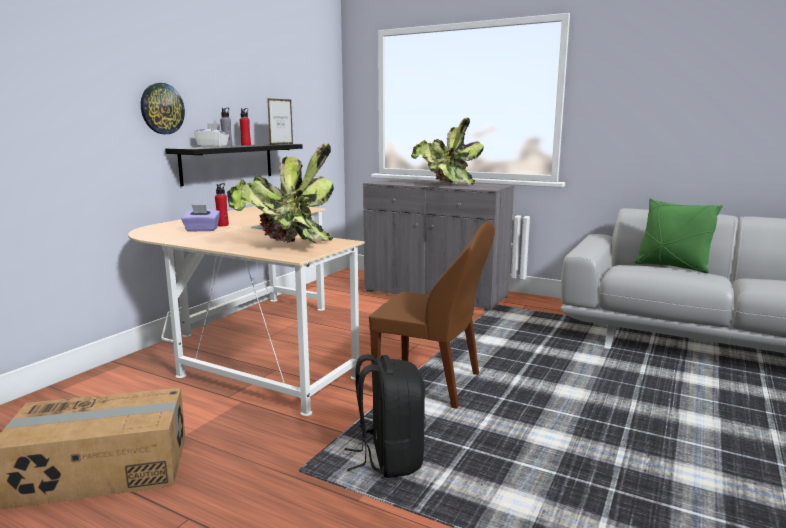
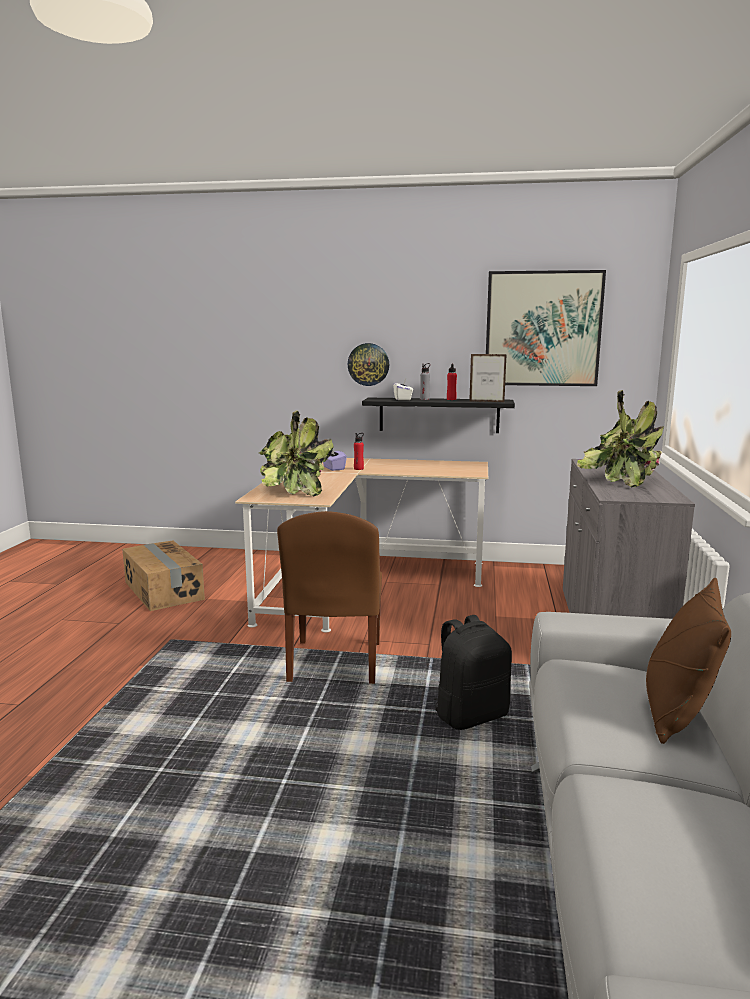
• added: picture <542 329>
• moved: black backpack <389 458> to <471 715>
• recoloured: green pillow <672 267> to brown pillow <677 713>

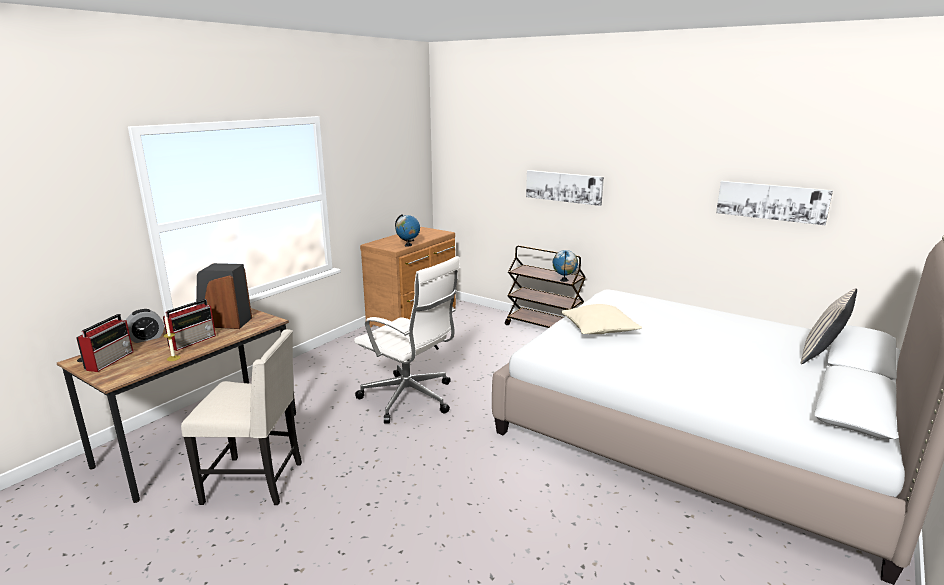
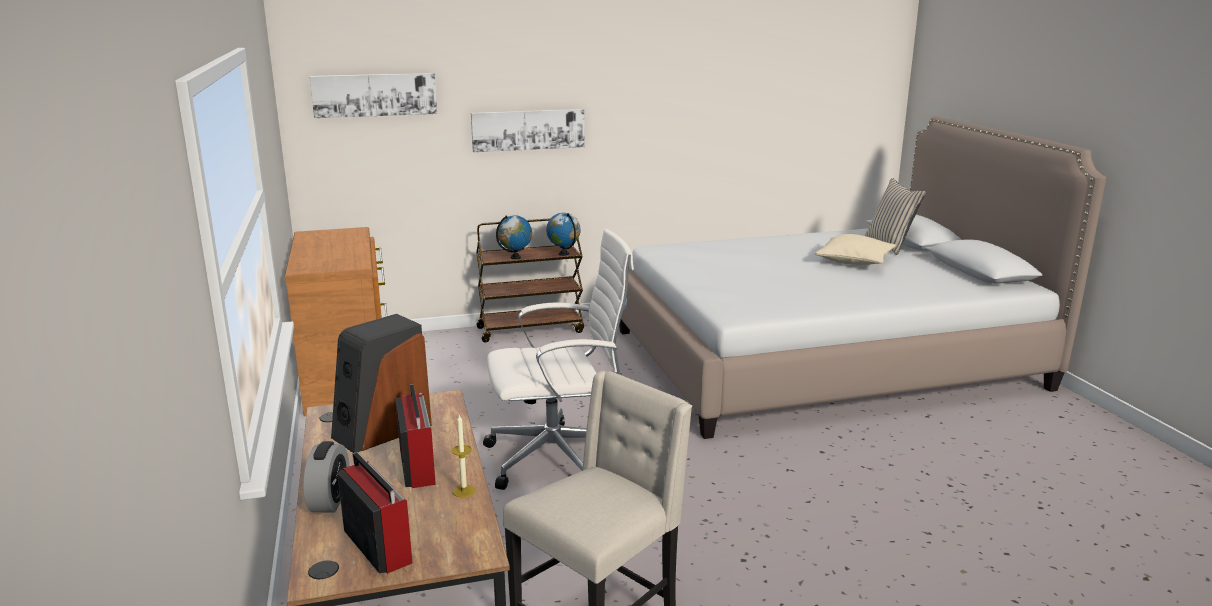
• moved: globe <408 245> to <515 257>
• moved: beige pillow <599 329> to <854 261>
• moved: picture <771 201> to <374 95>

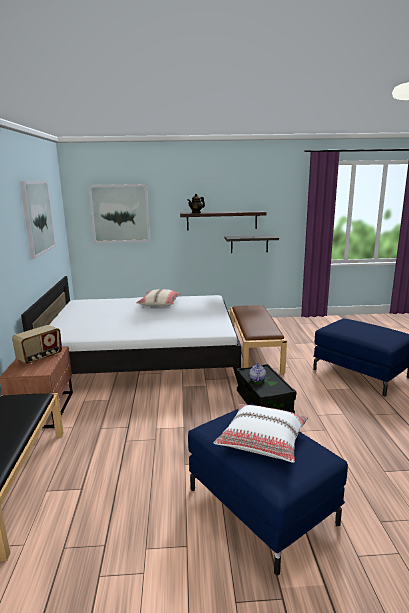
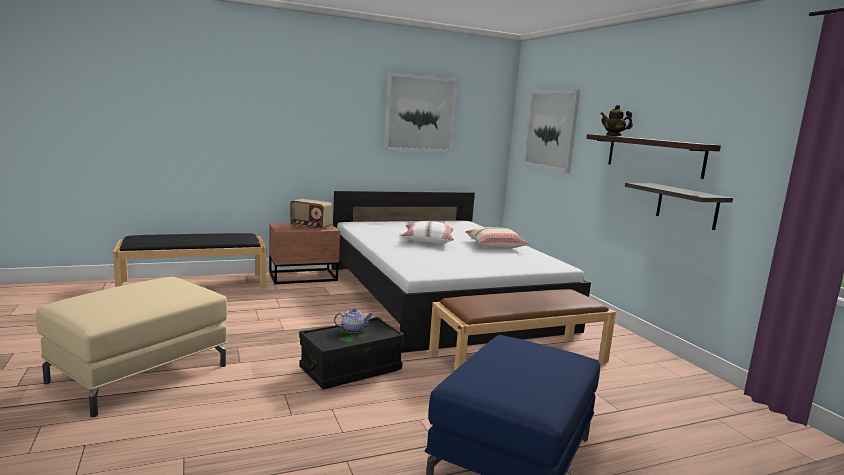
• moved: white pillow <262 440> to <427 240>
• recoloured: blue ottoman <260 505> to beige ottoman <140 373>

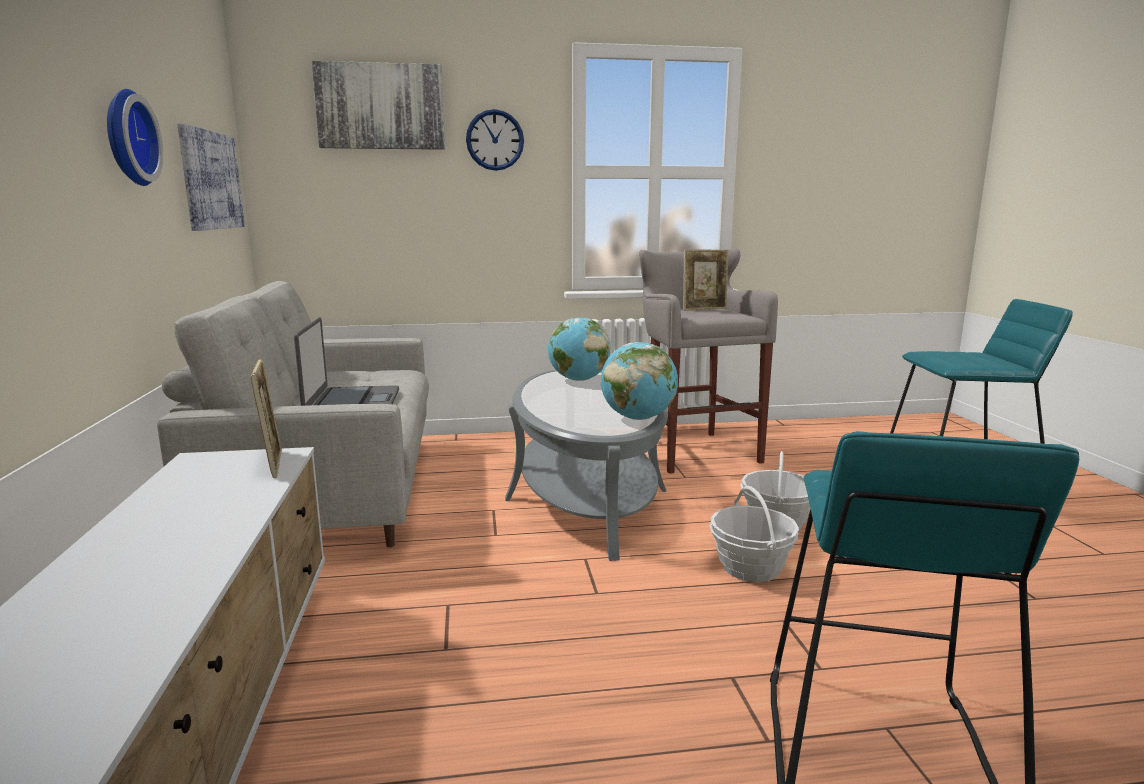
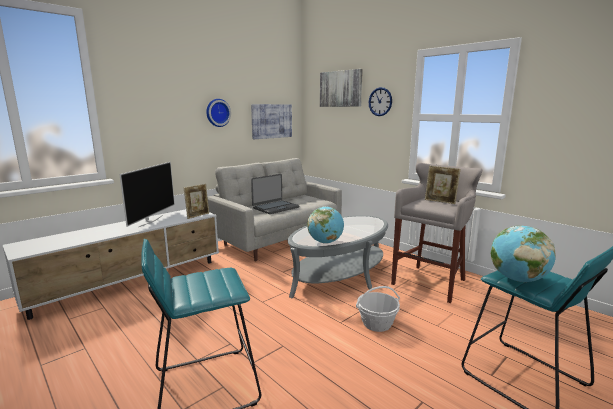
• removed: basket <750 568>
• added: television <150 221>
• moved: globe <578 380> to <517 279>

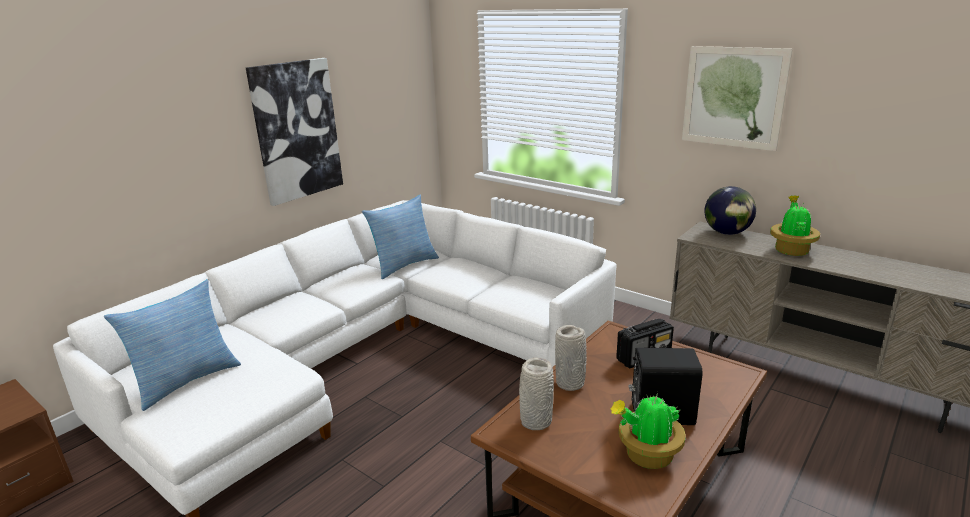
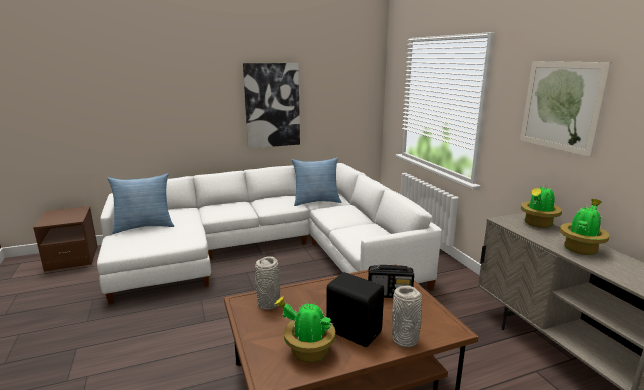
• moved: grey vase <571 383> to <406 340>
• replaced: globe <727 233> to potted plant <537 224>

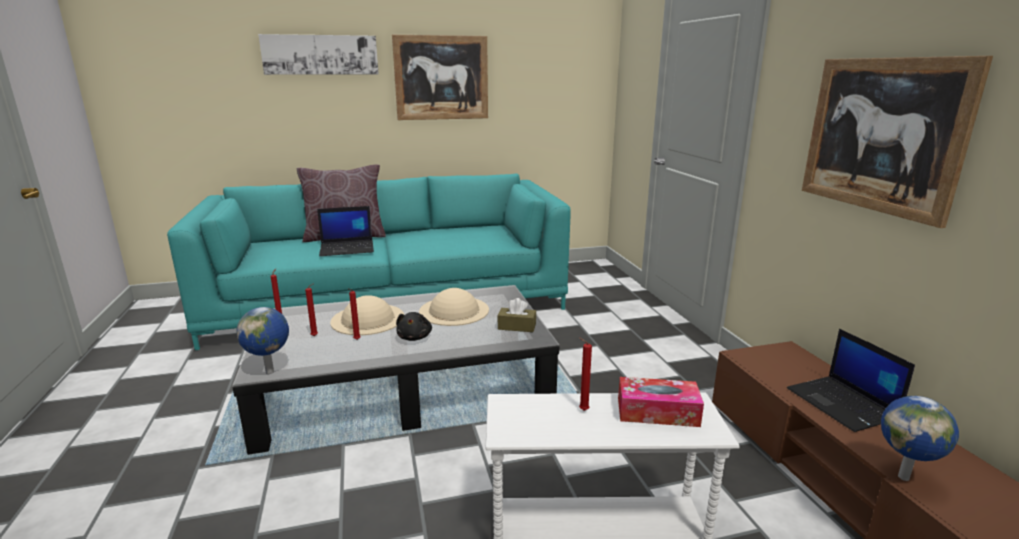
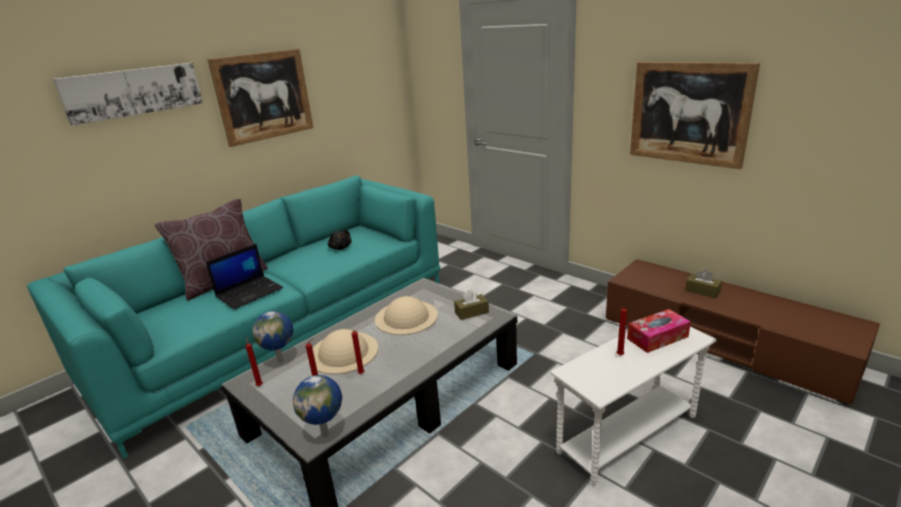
• moved: black plush toy <415 337> to <340 247>
• moved: globe <904 477> to <281 361>
• replaced: laptop <843 404> to brown tissue box <702 291>

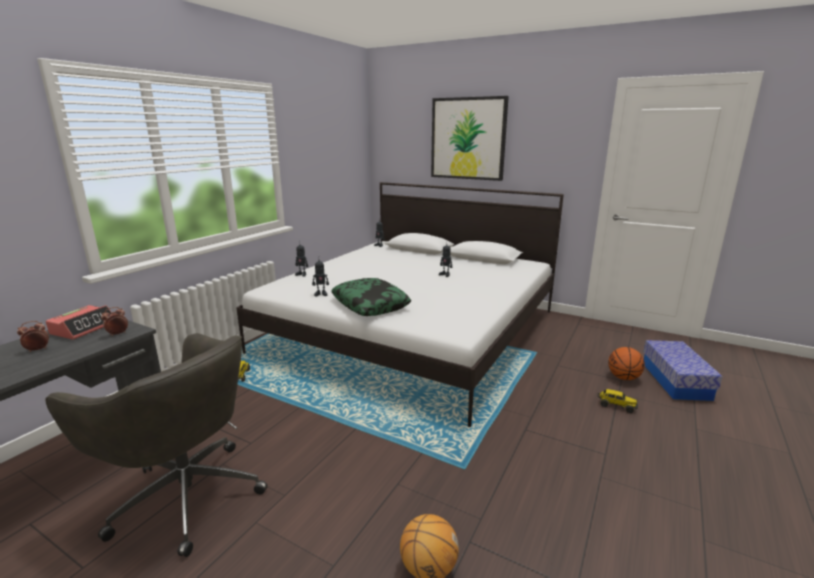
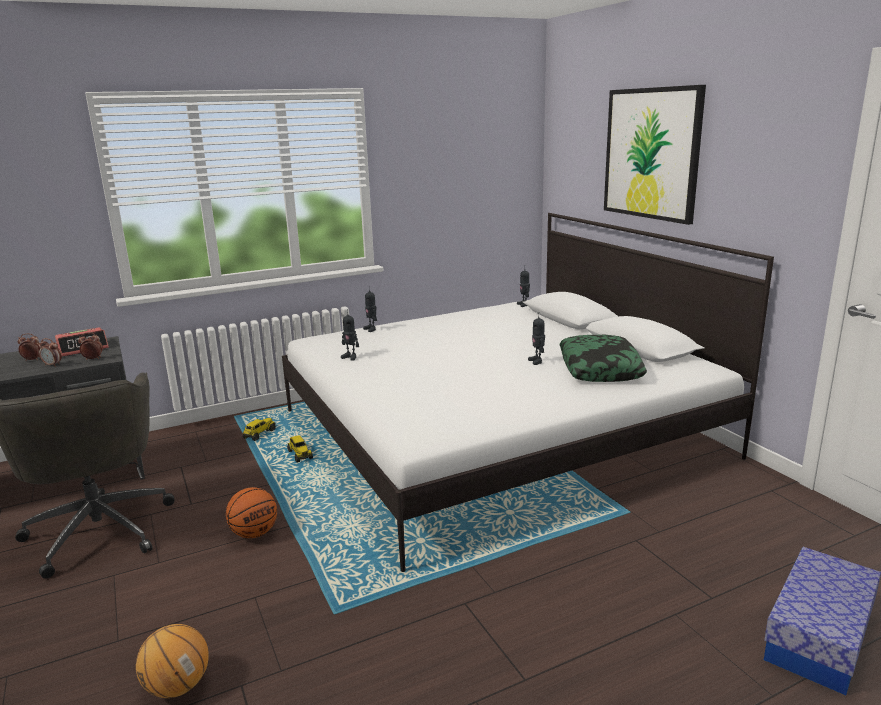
• added: alarm clock <53 365>
• moved: pillow <370 304> to <600 368>
• moved: toy truck <616 406> to <300 455>
• moved: basketball <623 377> to <254 533>

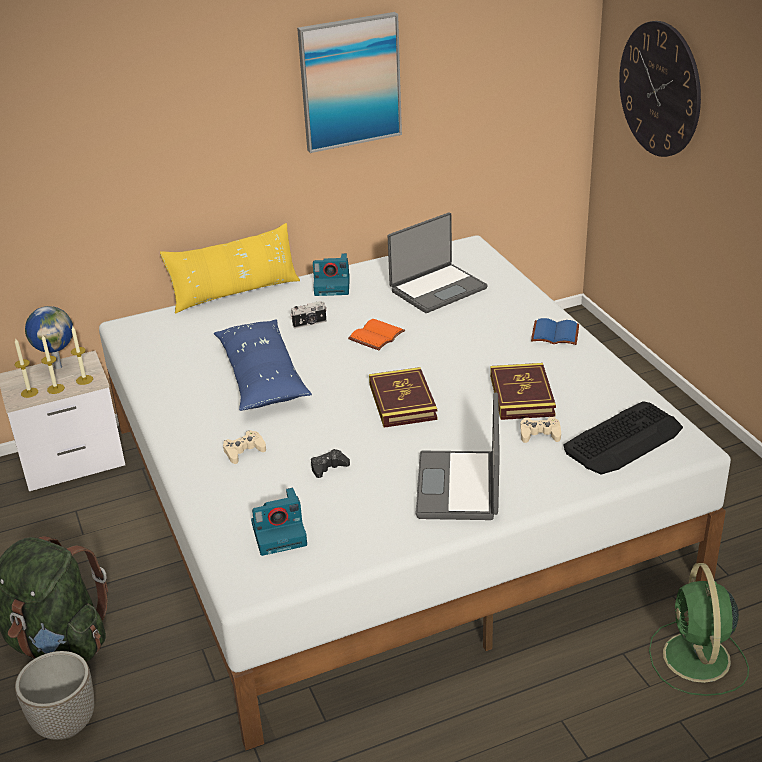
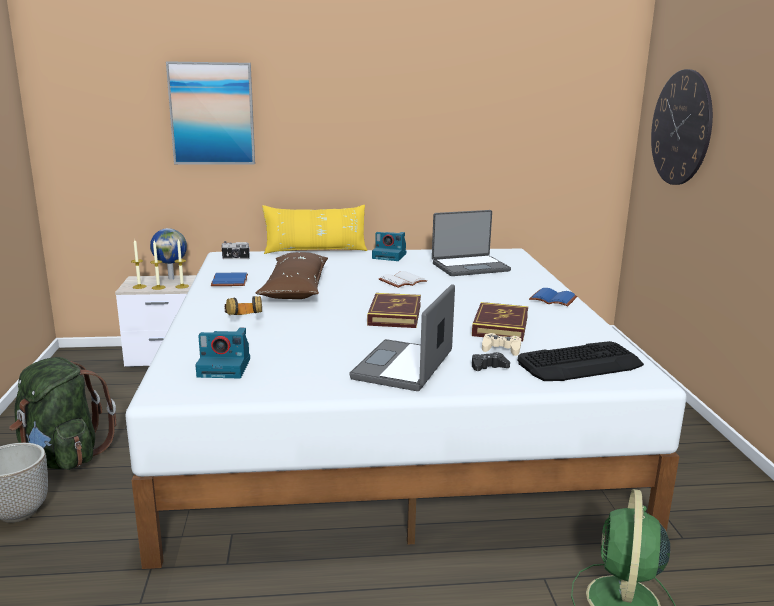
• added: blue book <228 281>
• moved: photo camera <310 324> to <236 258>
• moved: picture <350 82> to <212 114>
• moved: black game controller <328 467> to <488 367>
• replaced: beige game controller <244 451> to headphones <244 320>
• recoloured: blue pillow <261 377> to brown pillow <295 288>
• recoloured: orange book <377 337> to white book <403 282>

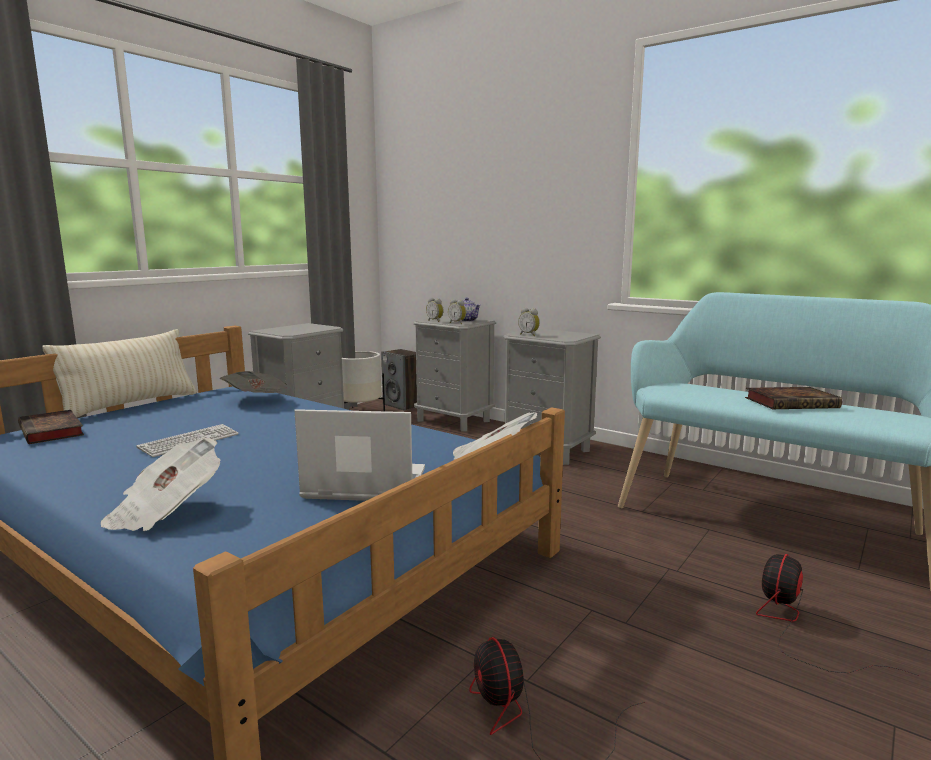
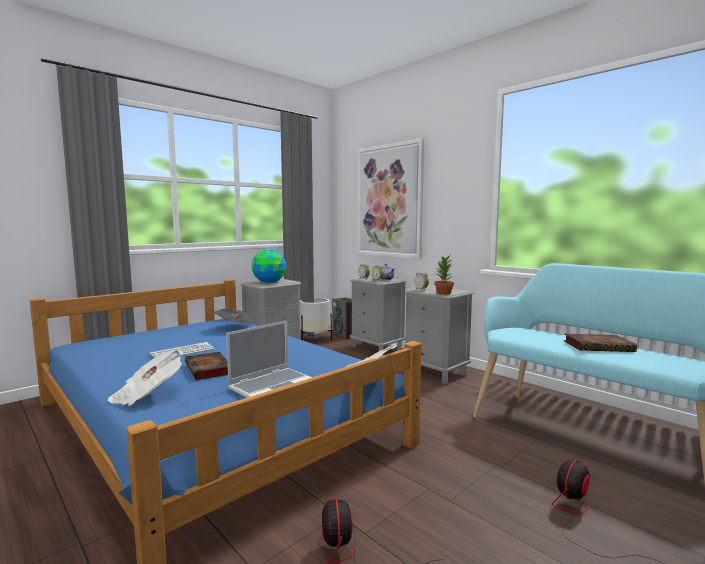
• removed: beige pillow <130 405>
• added: globe <269 282>
• added: picture <389 201>
• added: potted plant <443 293>
• moved: book <52 432> to <209 369>
• turned: laptop <363 485> = <274 386> 120 degrees clockwise

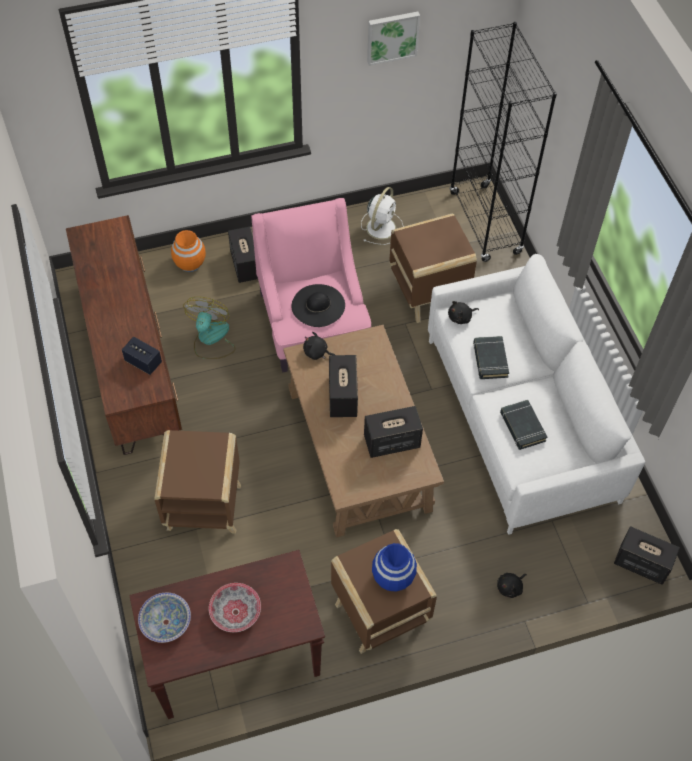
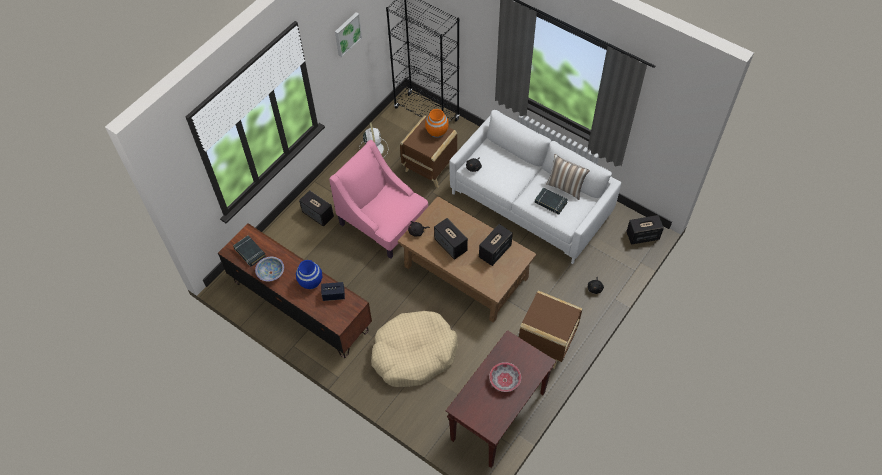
• removed: fan <211 339>
• removed: black hat <318 305>
• added: pillow <565 187>
• moved: bowl <166 622> to <271 272>
• moved: orange vase <190 263> to <437 131>
• moved: blue vase <393 577> to <311 282>
• moved: black book <490 360> to <249 252>
• replaced: brown side table <205 507> to beige dog bed <414 354>

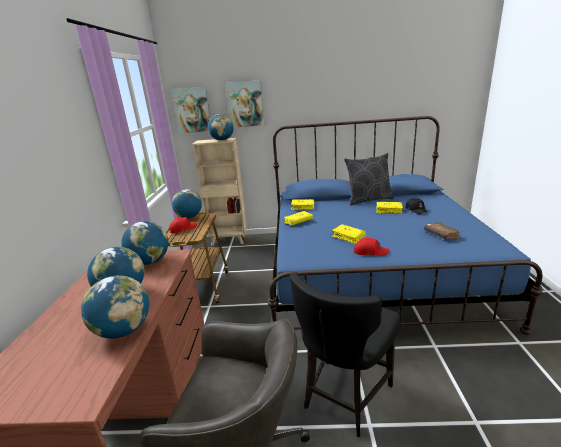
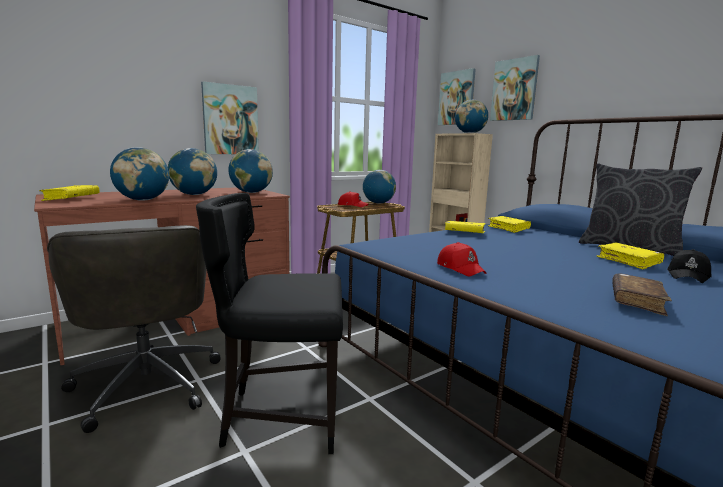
• added: picture <230 120>
• moved: yellow book <348 237> to <72 199>

